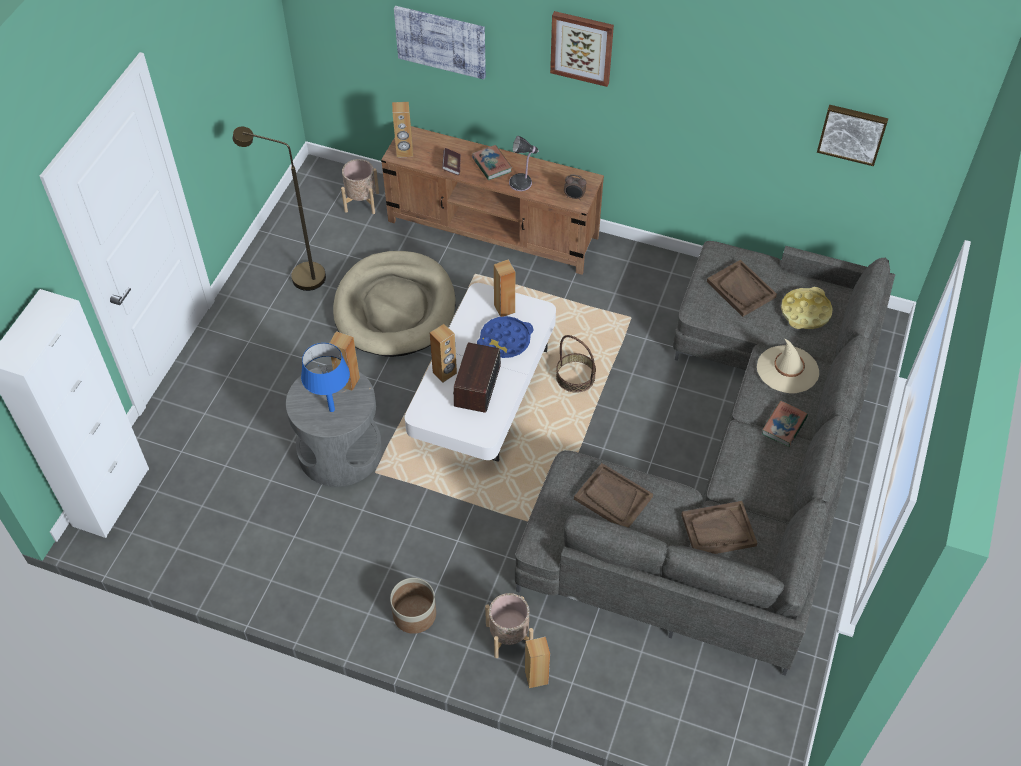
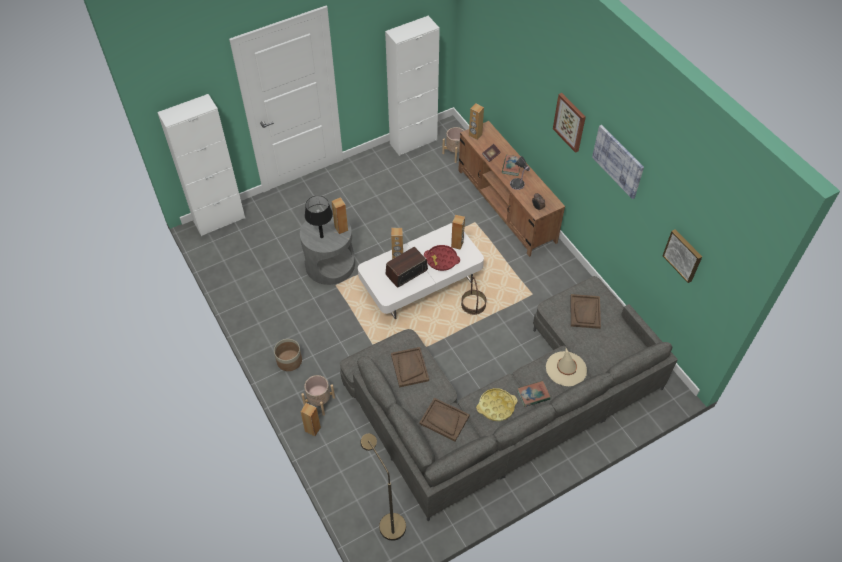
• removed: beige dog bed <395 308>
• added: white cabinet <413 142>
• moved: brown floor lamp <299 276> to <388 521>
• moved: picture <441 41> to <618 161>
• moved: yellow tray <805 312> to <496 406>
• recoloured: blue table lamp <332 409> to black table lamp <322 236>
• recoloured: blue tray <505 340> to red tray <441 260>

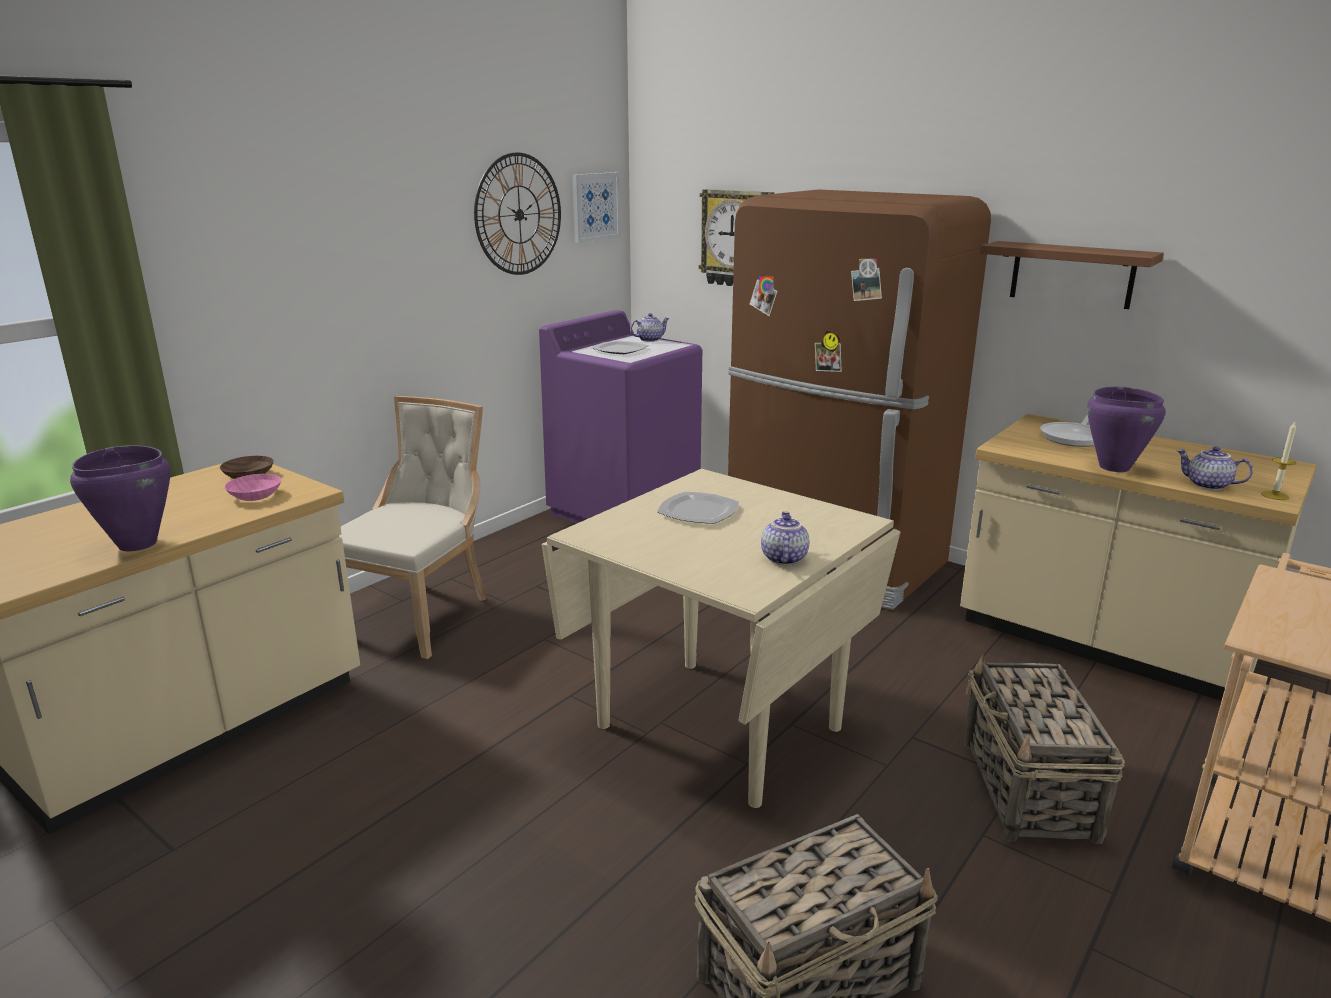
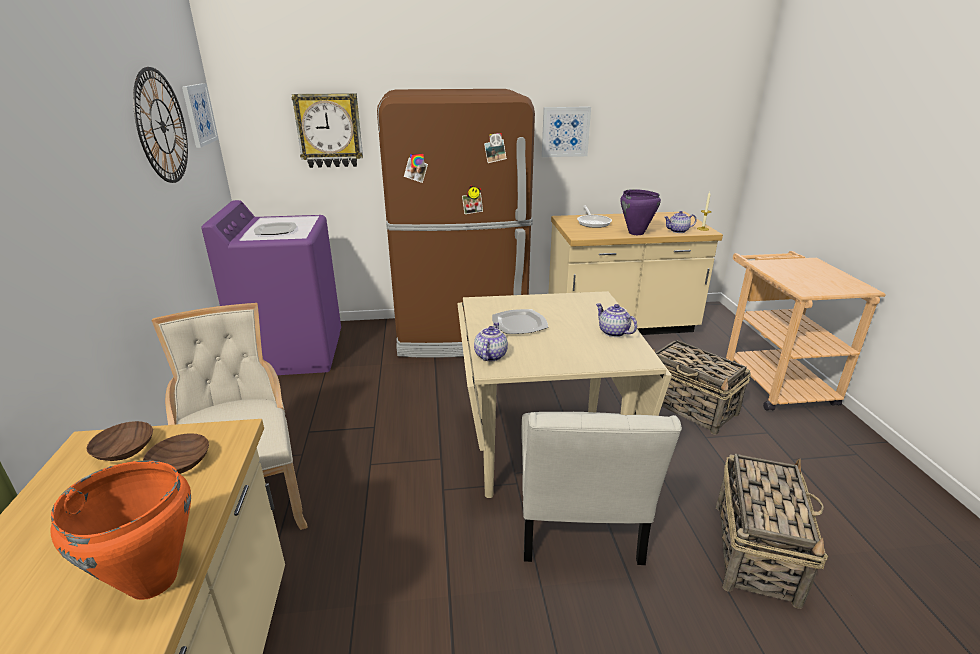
• added: white chair <578 524>
• moved: teapot <649 339> to <490 355>
• replaced: brown shelf <1072 274> to picture <565 132>
• recoloured: purple cooking pot <137 544> to orange cooking pot <153 581>
• recoloured: pink bowl <254 495> to brown bowl <178 464>

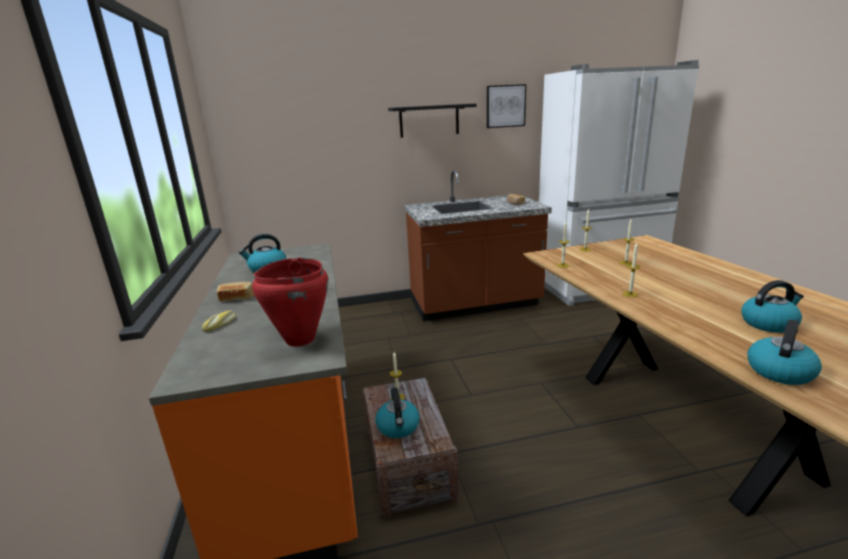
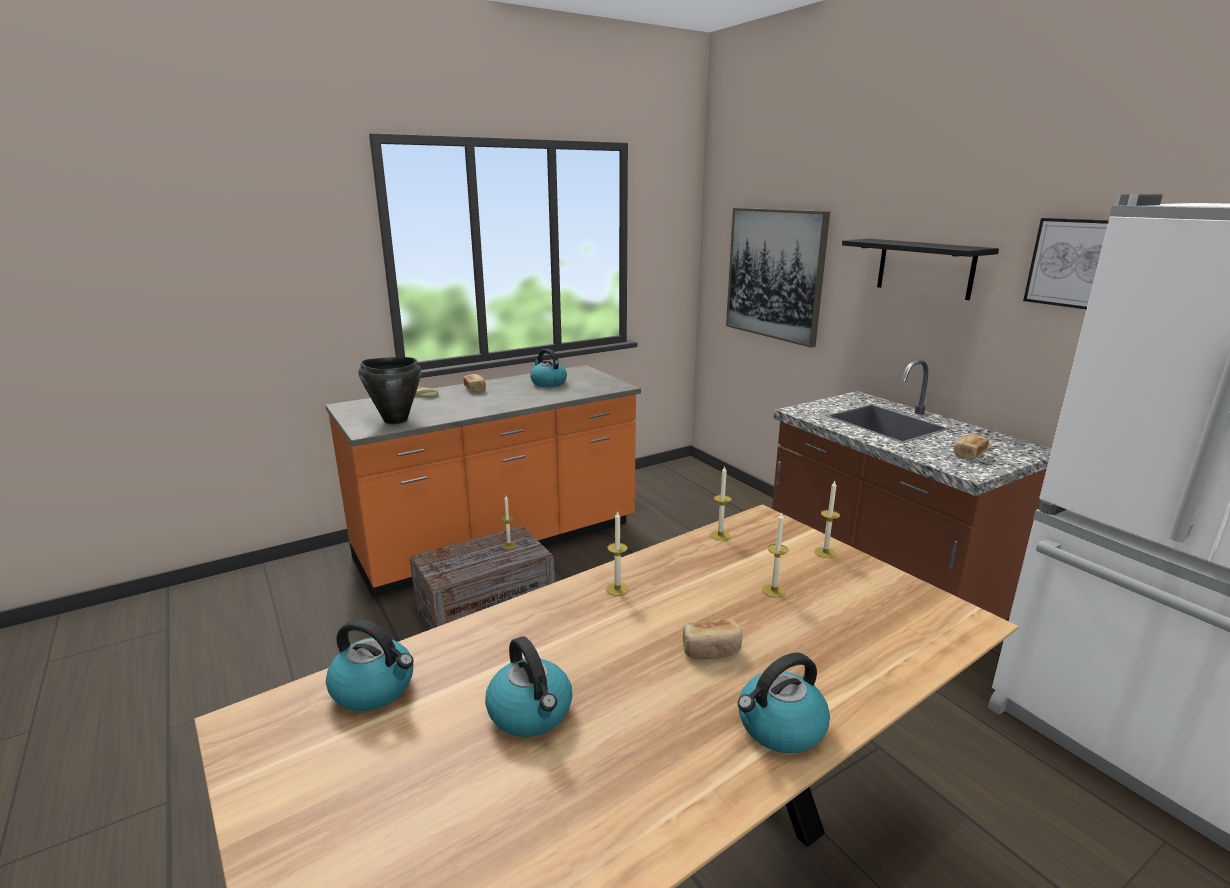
• added: bread <711 650>
• added: picture <775 274>
• moved: kettle <398 427> to <780 727>
• recoloured: red cooking pot <299 340> to black cooking pot <395 420>

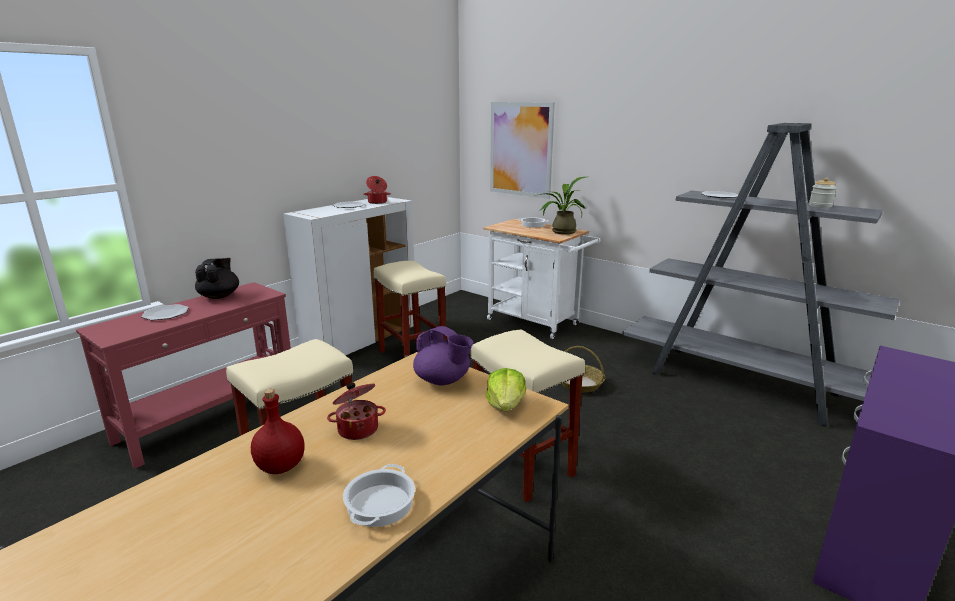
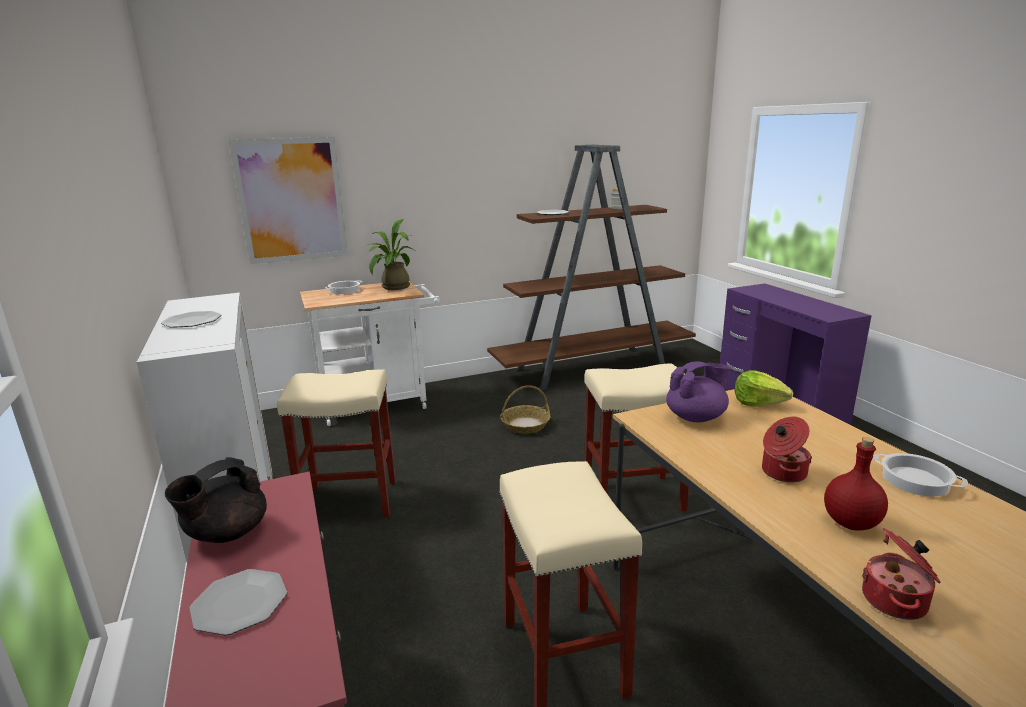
• moved: cooking pot <377 202> to <896 601>
• recoloured: grey bookcase <744 384> to brown bookcase <593 368>
• turned: black teapot <220 296> = <226 533> 90 degrees counterclockwise

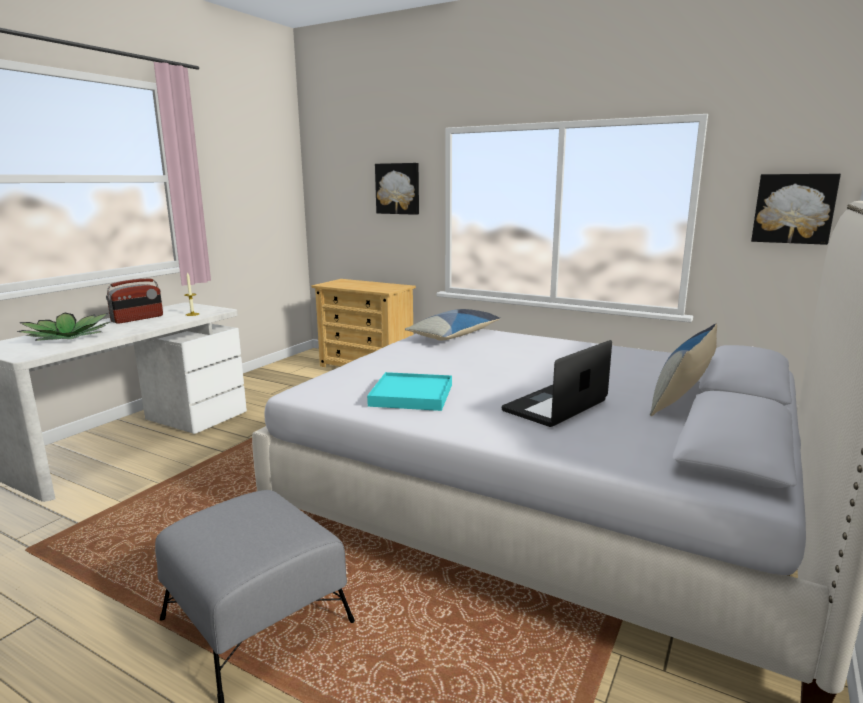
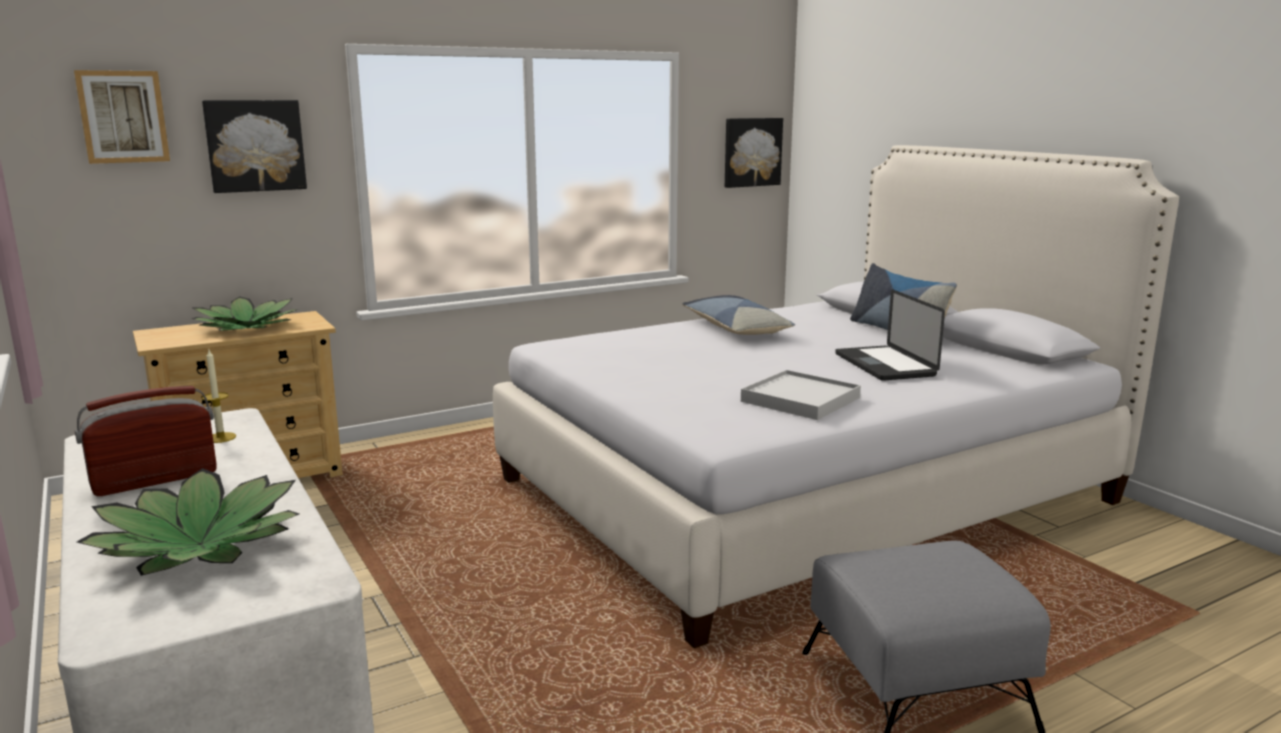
• added: picture <123 117>
• added: potted plant <247 326>
• moved: pillow <454 334> to <735 328>
• recoloured: turquoise tray <411 395> to white tray <800 400>
• turned: radio <138 319> = <155 480> 105 degrees counterclockwise

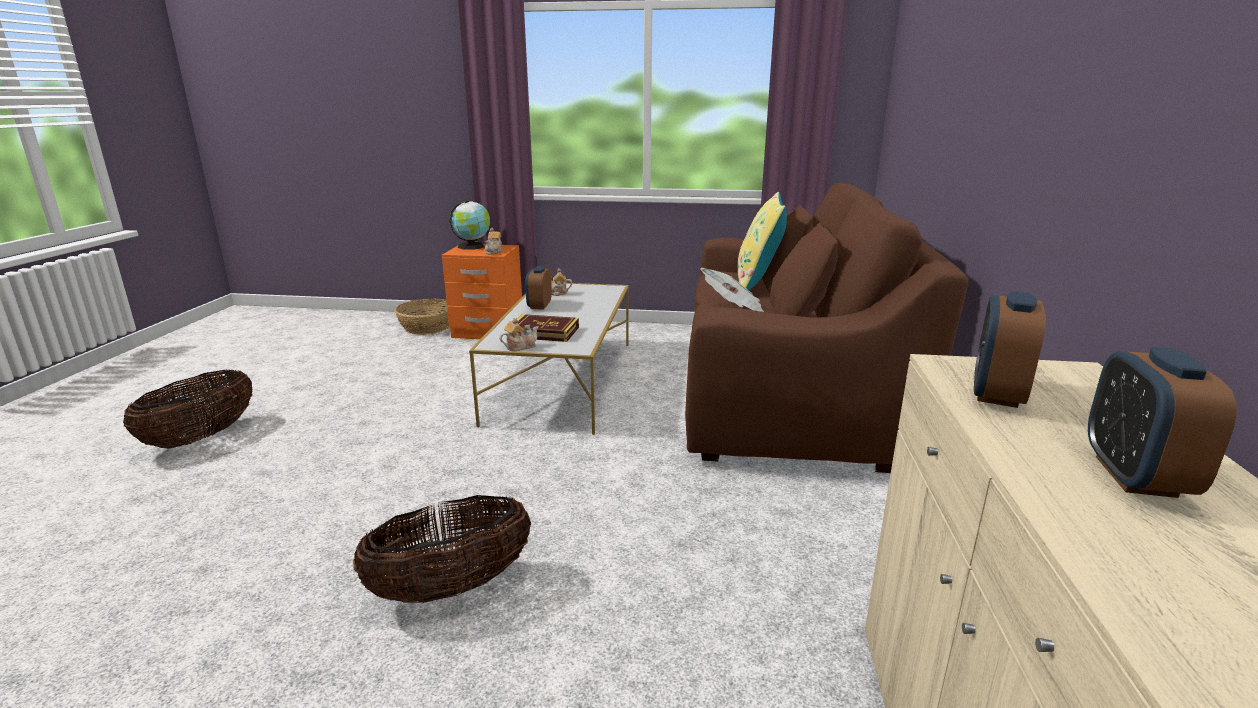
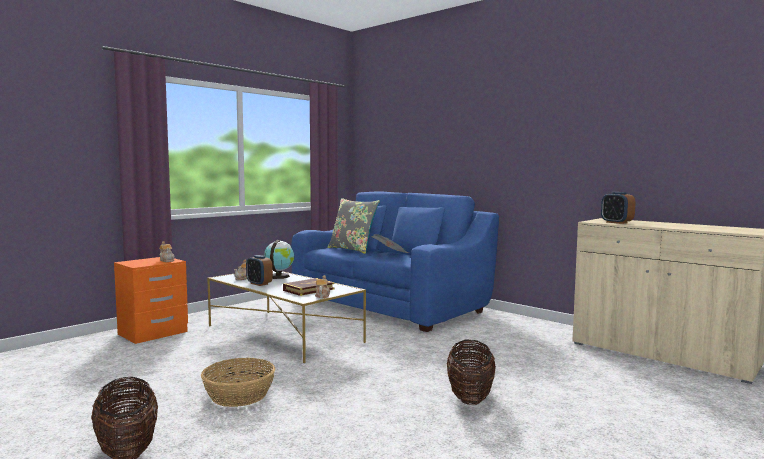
• removed: alarm clock <1134 476>
• moved: basket <428 327> to <239 395>
• moved: globe <473 246> to <279 276>
• recoloured: brown sofa <786 392> to blue sofa <389 304>
• recoloured: yellow pillow <757 284> to grey pillow <352 249>

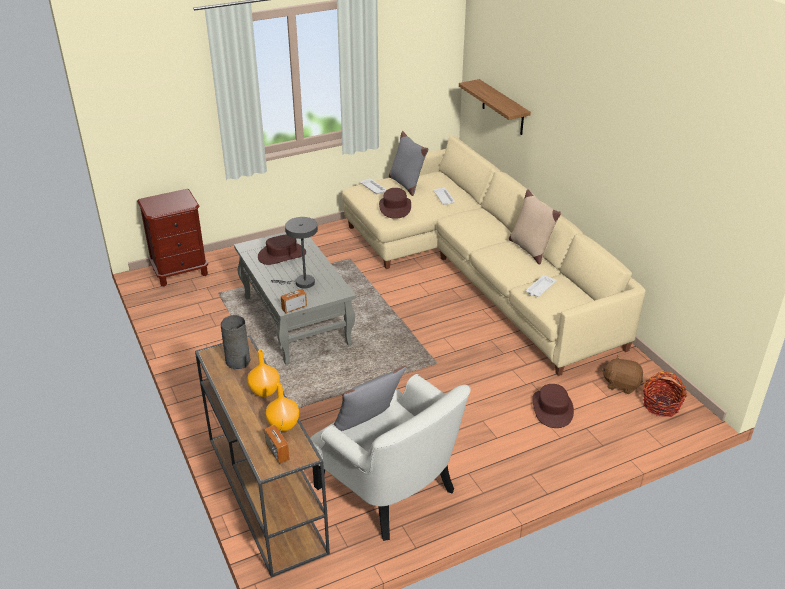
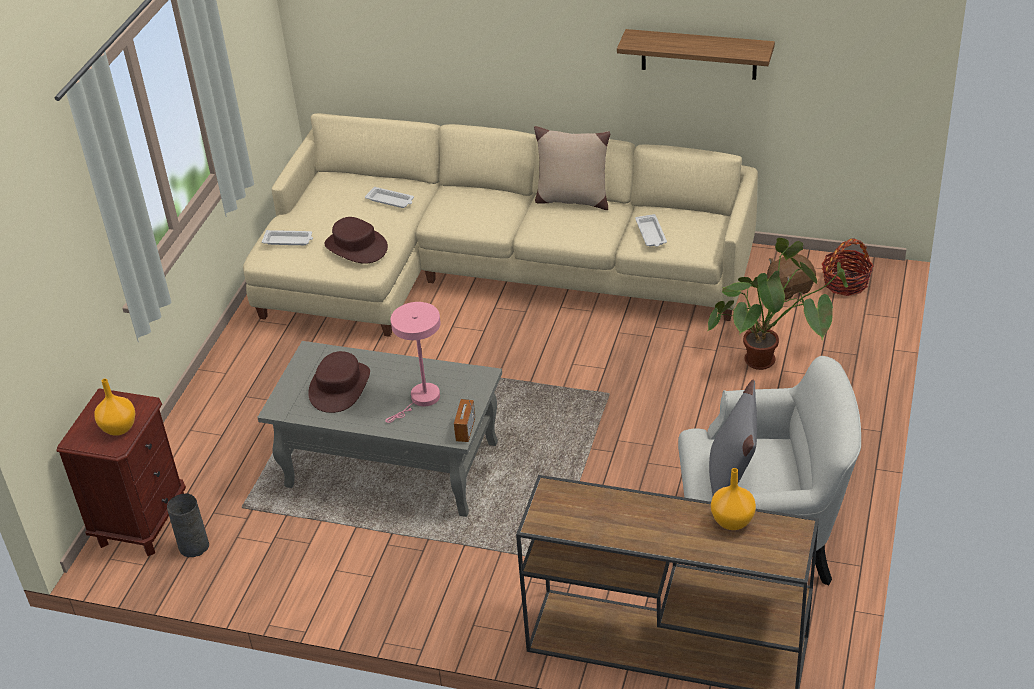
• removed: radio <277 452>
• removed: grey pillow <406 184>
• moved: grey vase <238 361> to <193 546>
• moved: orange vase <265 391> to <119 427>
• moved: shelf <503 108> to <698 54>
• replaced: brown hat <552 409> to potted plant <772 355>
• recoloured: grey table lamp <301 283> to pink table lamp <421 400>

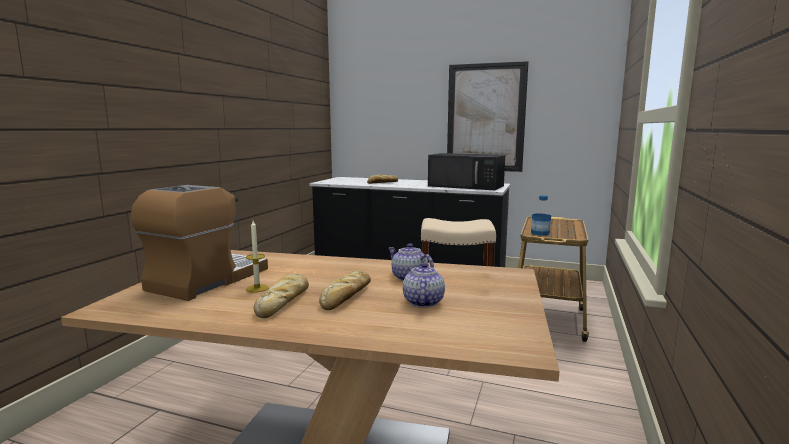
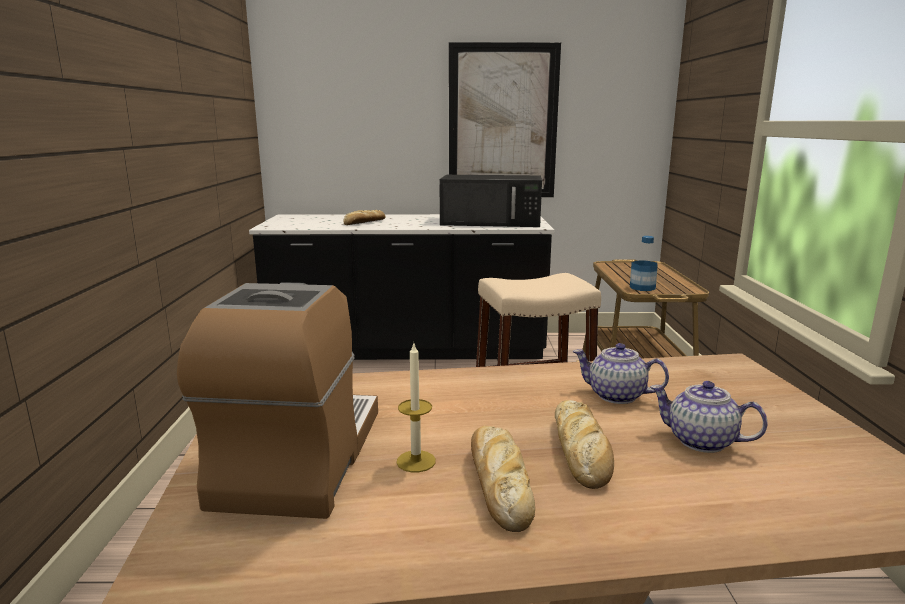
• turned: teapot <422 302> = <700 441> 45 degrees counterclockwise

